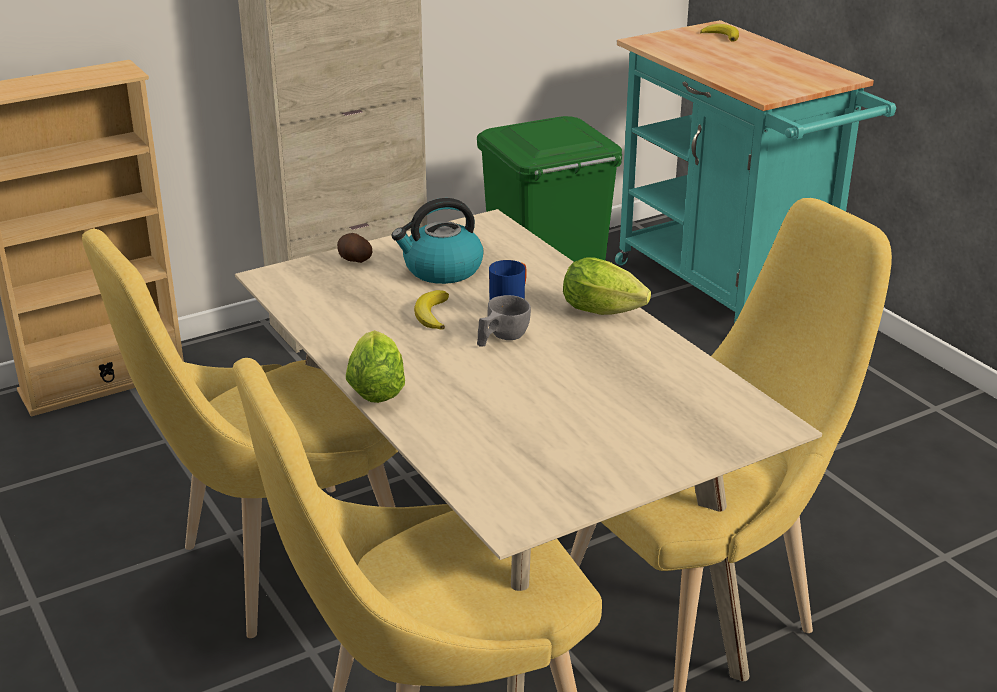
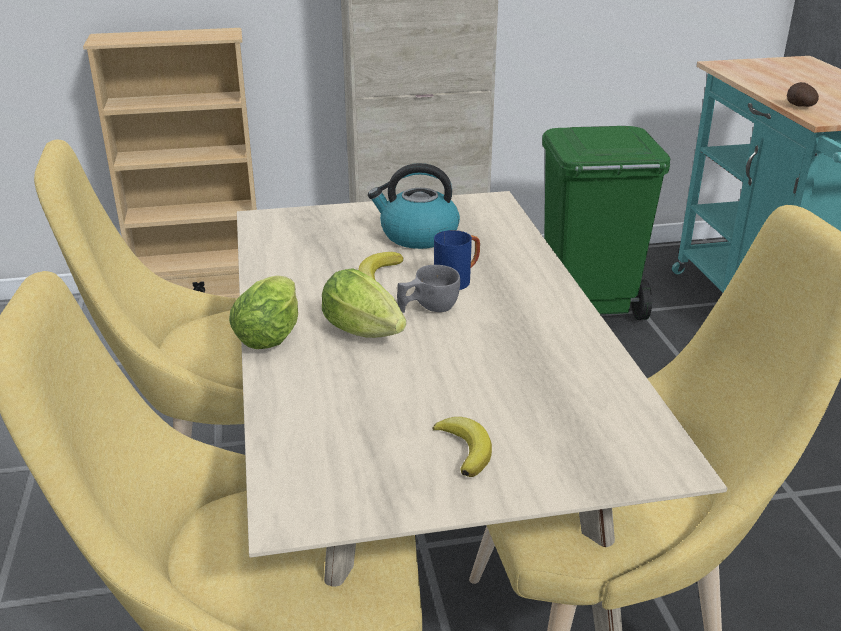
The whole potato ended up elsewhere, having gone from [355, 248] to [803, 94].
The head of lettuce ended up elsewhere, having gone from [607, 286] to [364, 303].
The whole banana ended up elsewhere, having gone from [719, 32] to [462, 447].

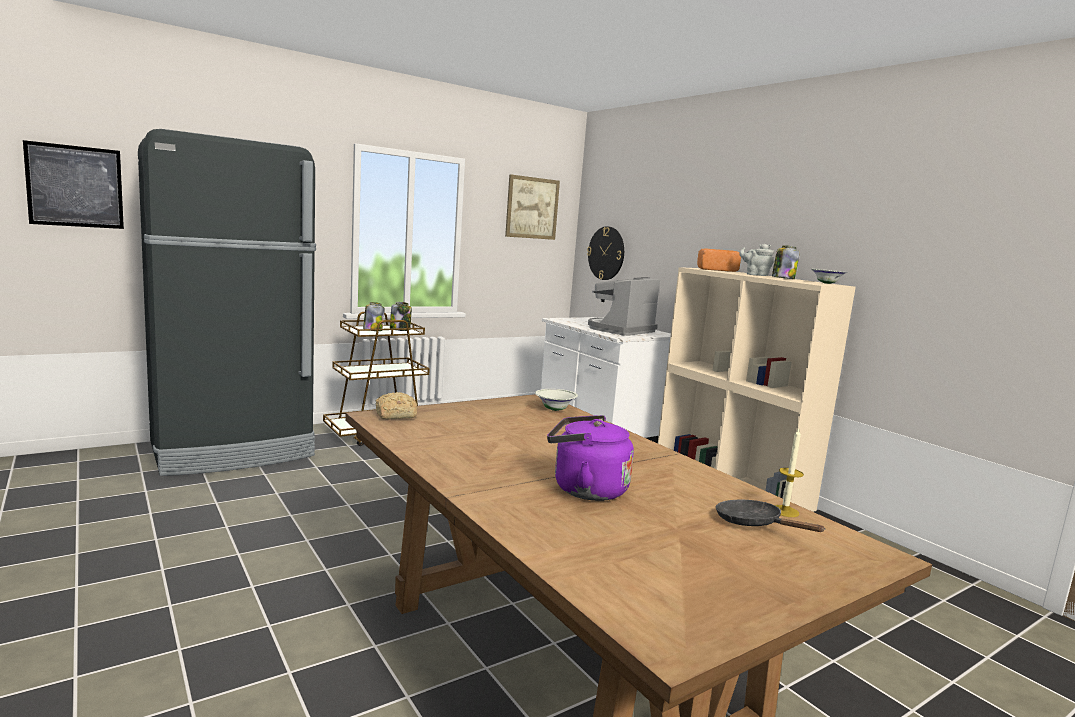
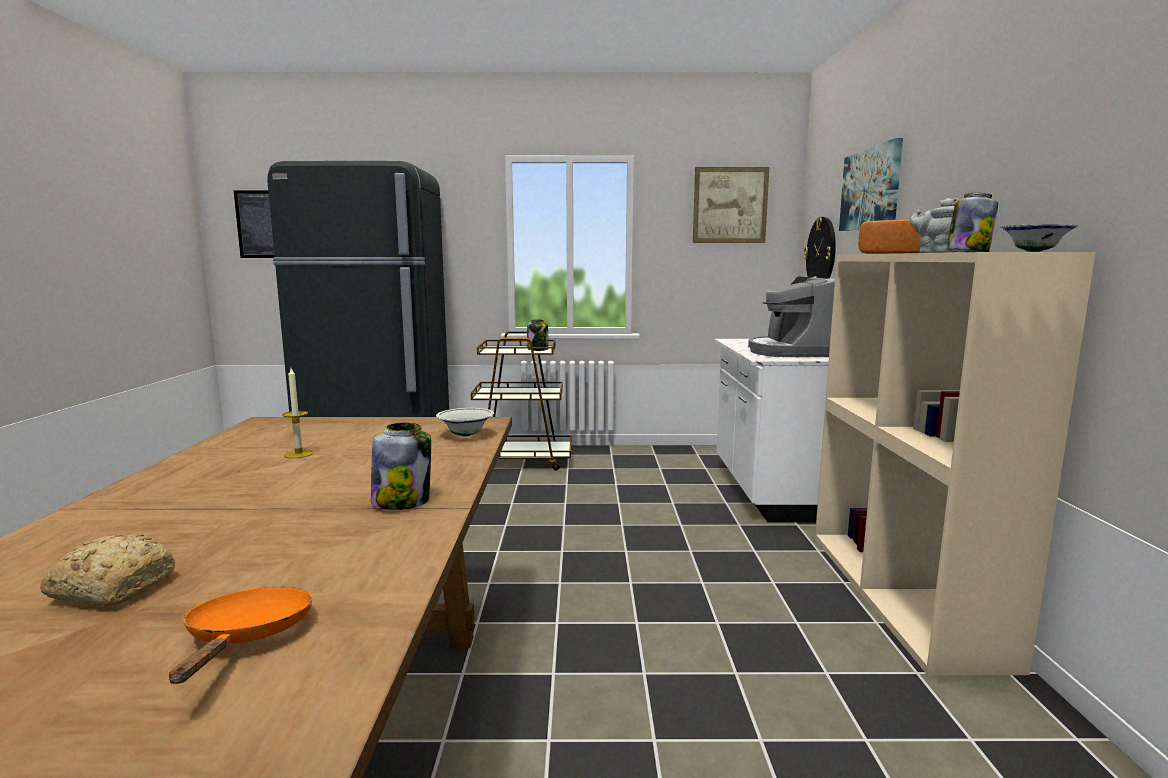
The storage jar ended up elsewhere, having gone from [374, 316] to [401, 466].
The baked bread ended up elsewhere, having gone from [396, 406] to [107, 570].
The second view lost the purple-coloured kettle at [590, 458].
The coffee brewer at [624, 307] ended up facing another way, 75 degrees counterclockwise from before.
What was the black frying pan at [771, 516] turned into the orangey frying pan at [240, 635].
The wax light ended up elsewhere, having gone from [789, 472] to [298, 413].
The second view gained the wall art at [871, 184].

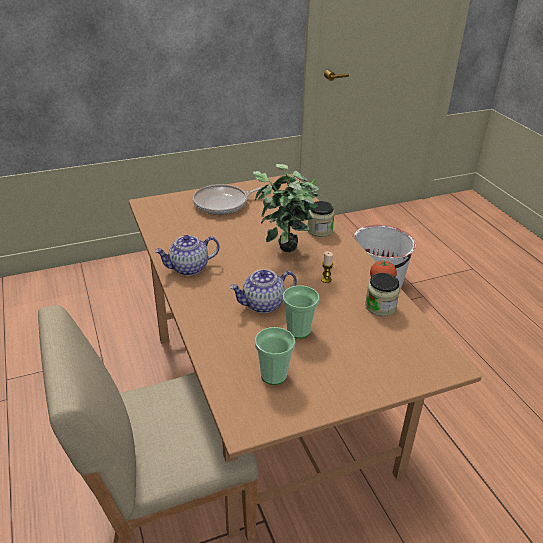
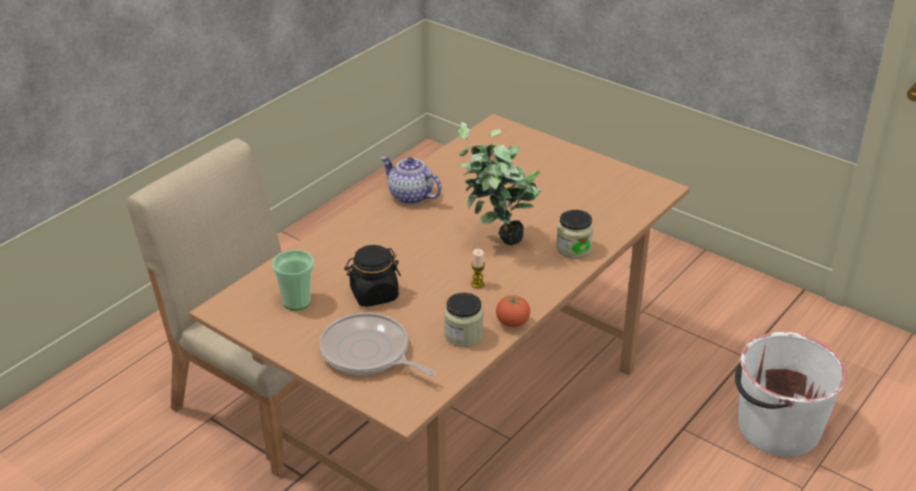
The frying pan ended up elsewhere, having gone from [232, 199] to [377, 344].
The second view lost the pot for tea at [263, 291].
Where the cup stood at [301, 311], the black storage jar came to stand at [372, 276].

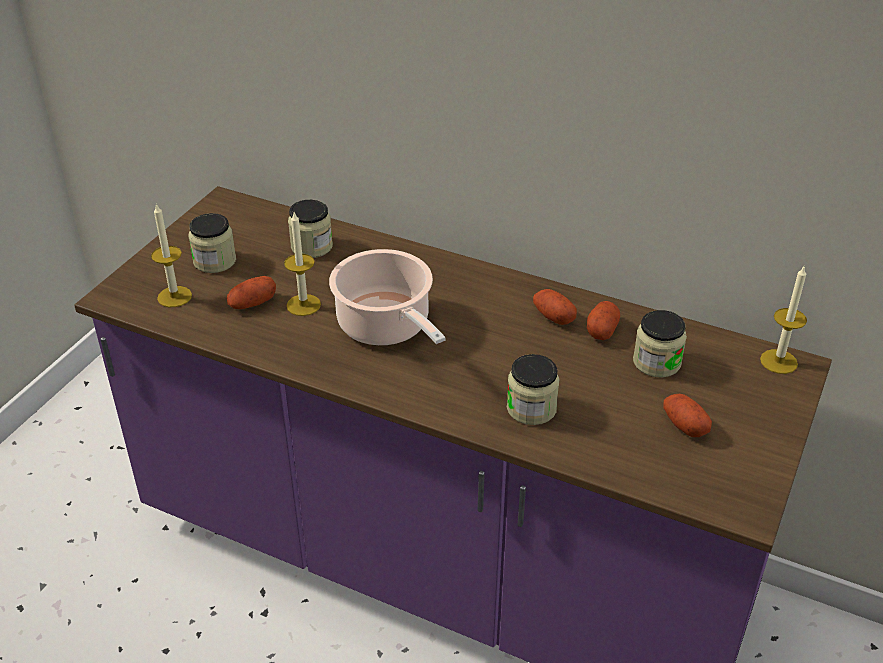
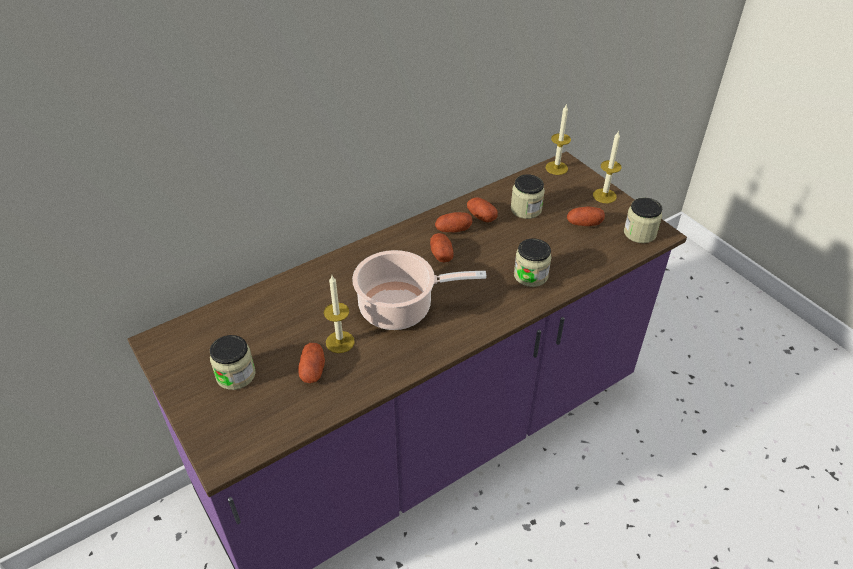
The wax light ended up elsewhere, having gone from [171, 255] to [607, 166].
The storage jar ended up elsewhere, having gone from [310, 229] to [643, 220].
The second view gained the whole potato at [442, 247].

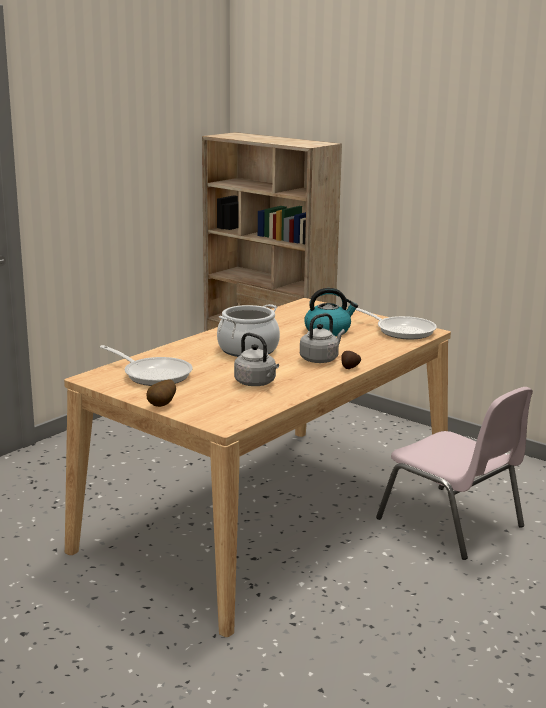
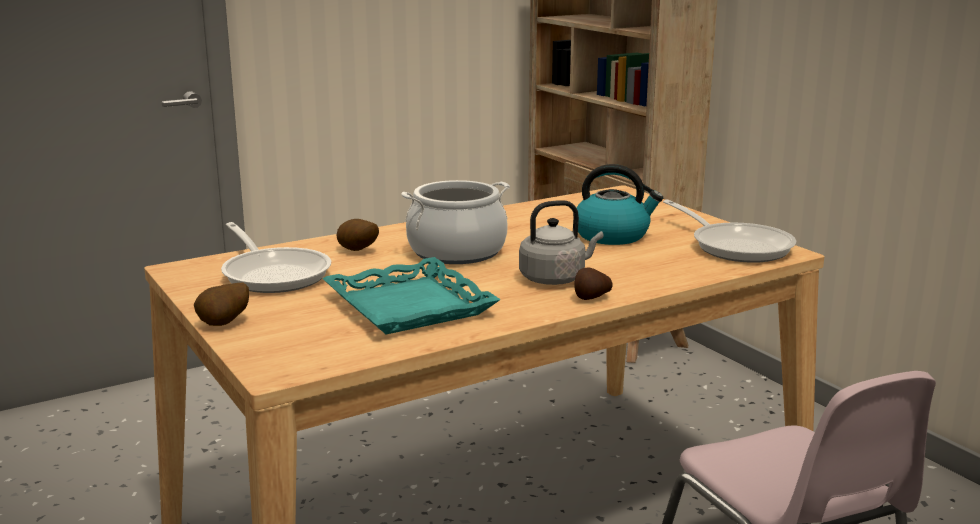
Where the gray kettle stood at [256, 359], the turquoise carrying tray came to stand at [411, 295].
The second view gained the whole potato at [357, 235].

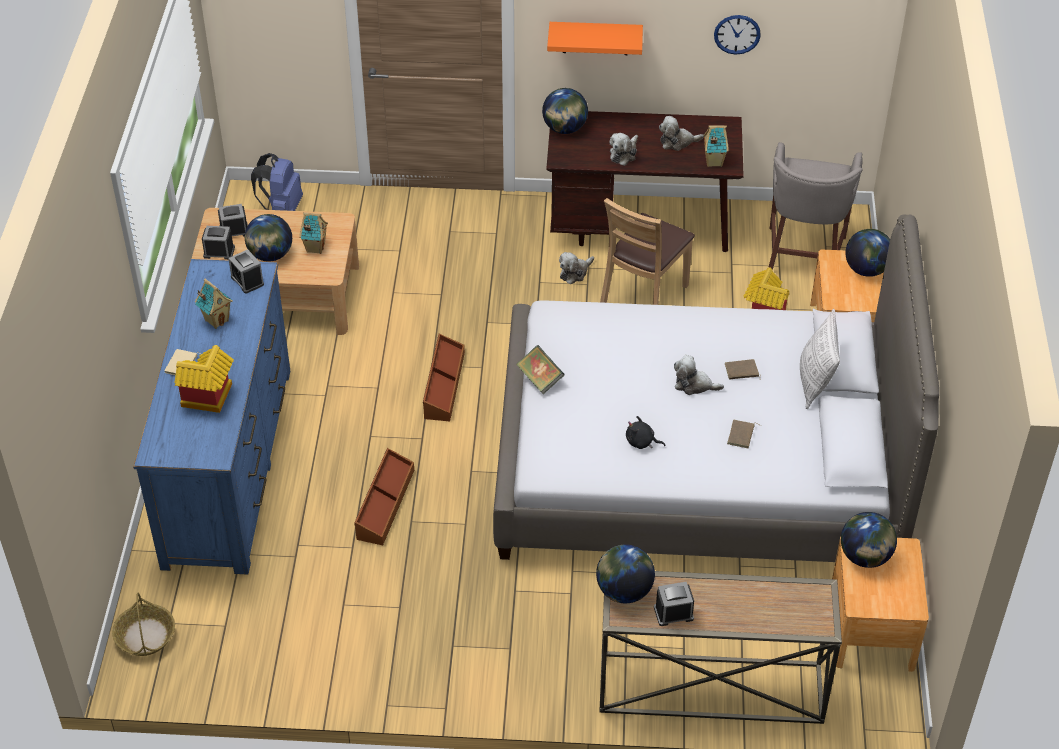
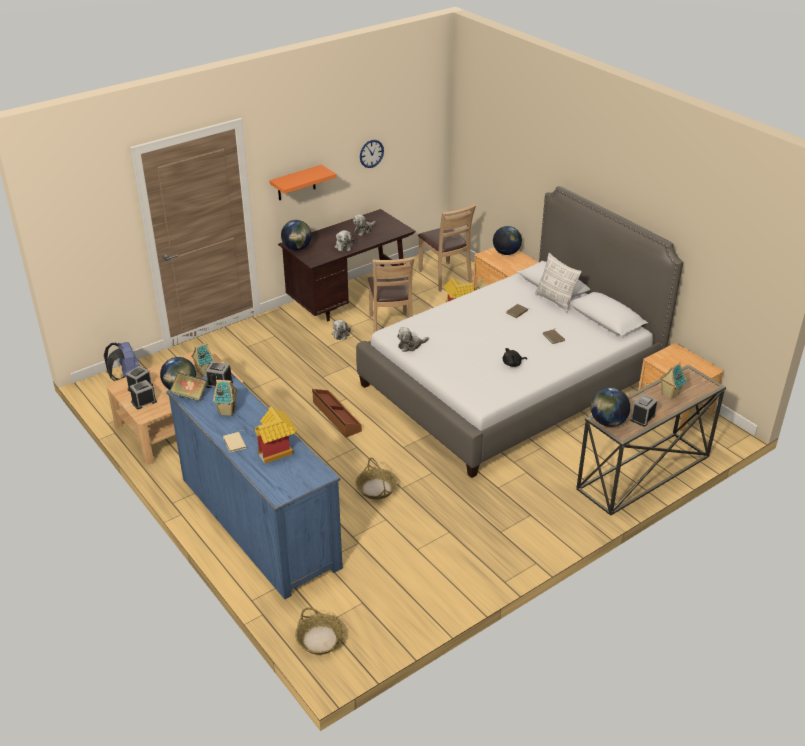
Where the brownish storage bin stood at [384, 496], the household basket came to stand at [377, 478].
The volume ended up elsewhere, having gone from [540, 369] to [189, 387].
The plush toy ended up elsewhere, having gone from [699, 375] to [413, 339].
The miniature house ended up elsewhere, having gone from [716, 146] to [673, 381].
Where the gray sitting stool stood at [815, 206], the brownish plain chair came to stand at [447, 248].
The second view lost the globe at [869, 540].

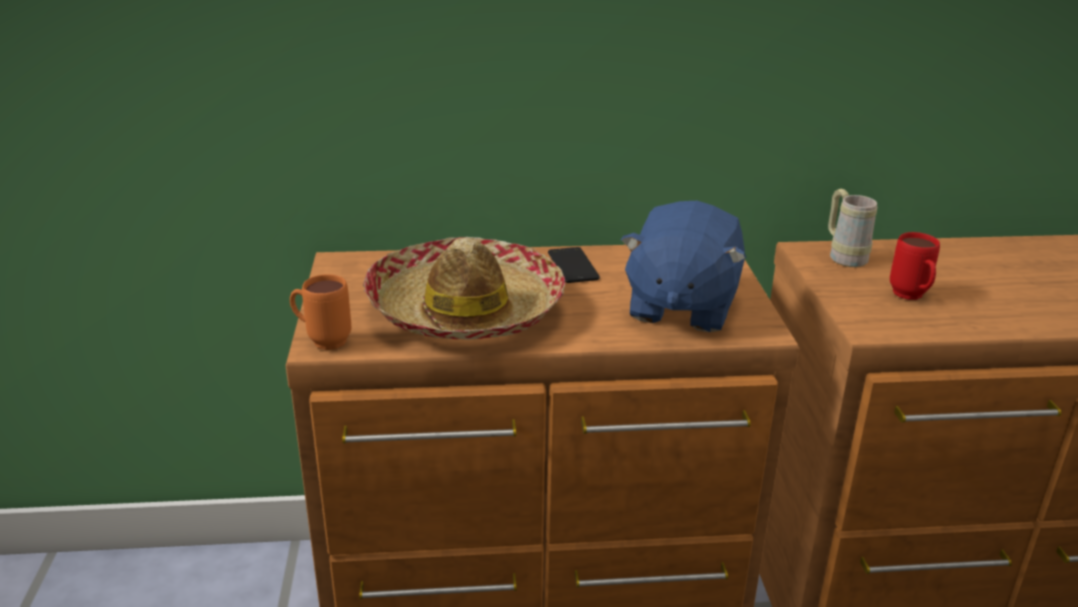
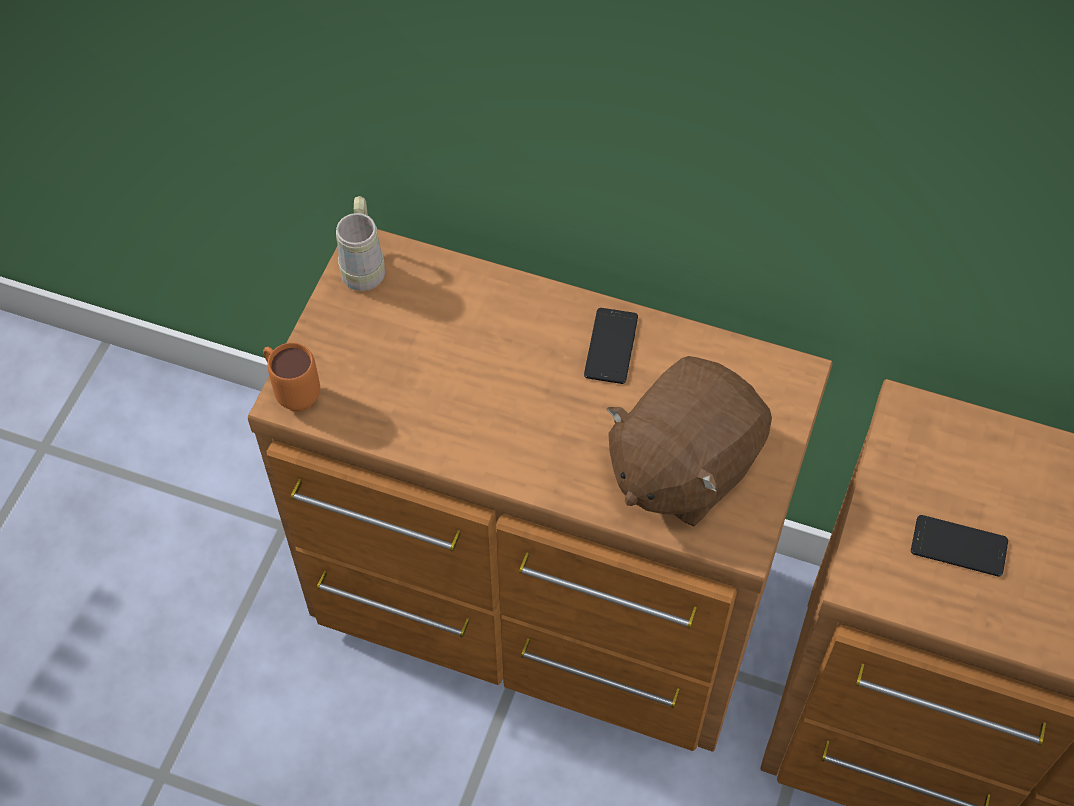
The second view lost the clothing hat at [464, 288].
What was the bluish plush toy at [683, 266] turned into the brownish plush toy at [689, 441].
The beige coffee mug ended up elsewhere, having gone from [852, 228] to [360, 243].
Where the red coffee mug stood at [915, 266], the handset came to stand at [959, 546].

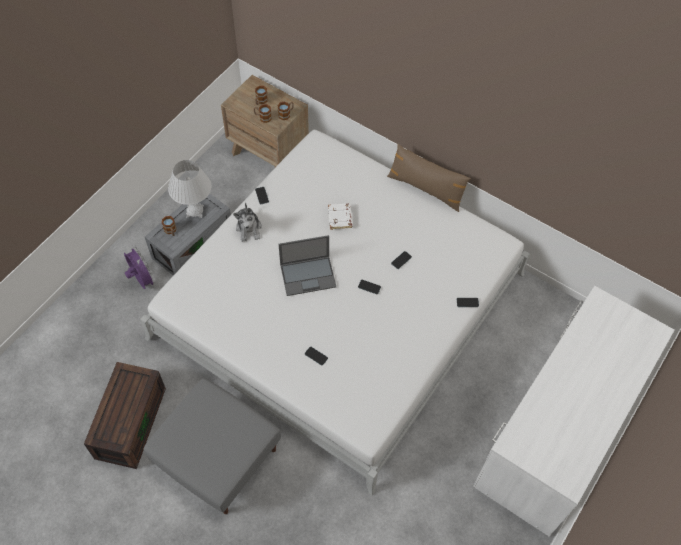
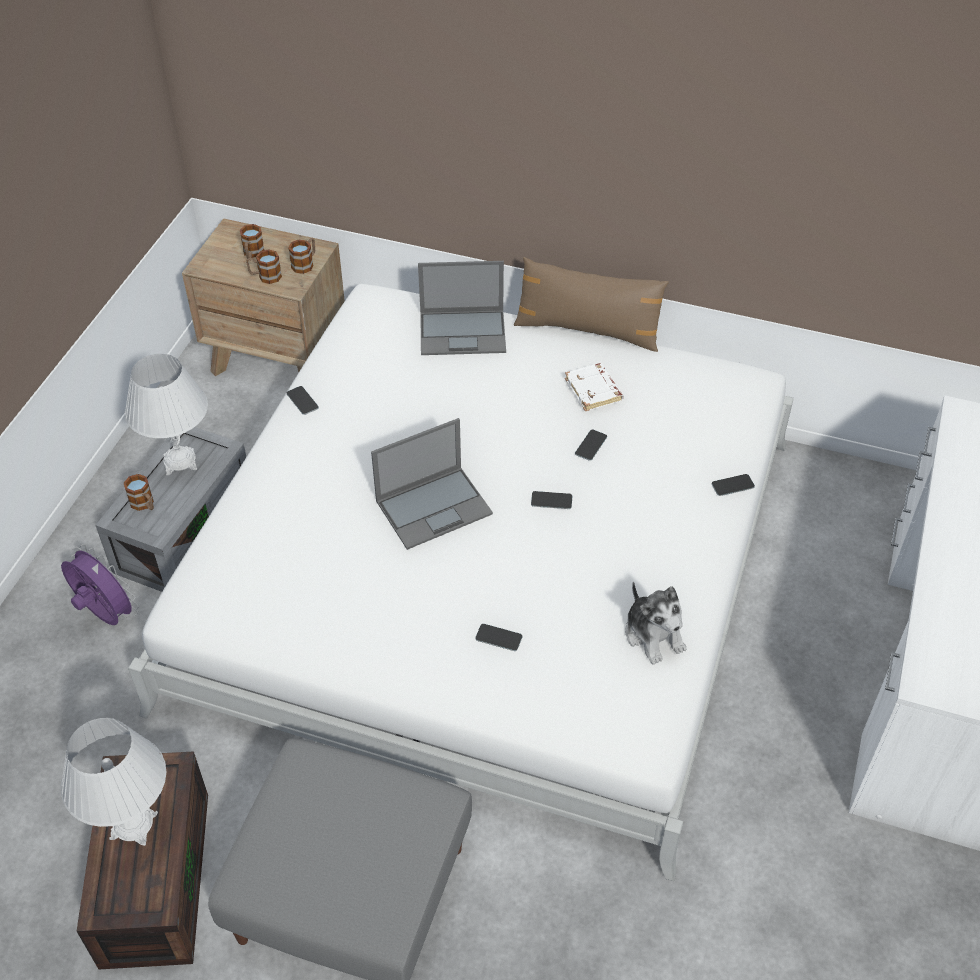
The plush toy ended up elsewhere, having gone from [247, 222] to [655, 623].
The white-coloured volume ended up elsewhere, having gone from [340, 217] to [594, 387].
The second view gained the white-coloured tabletop lamp at [113, 782].
The second view gained the notebook computer at [462, 308].

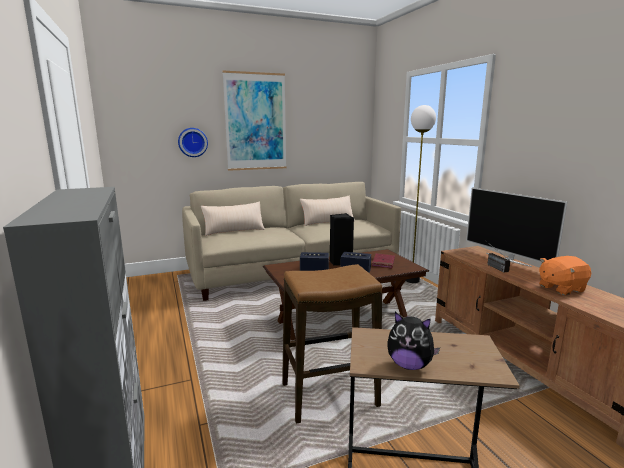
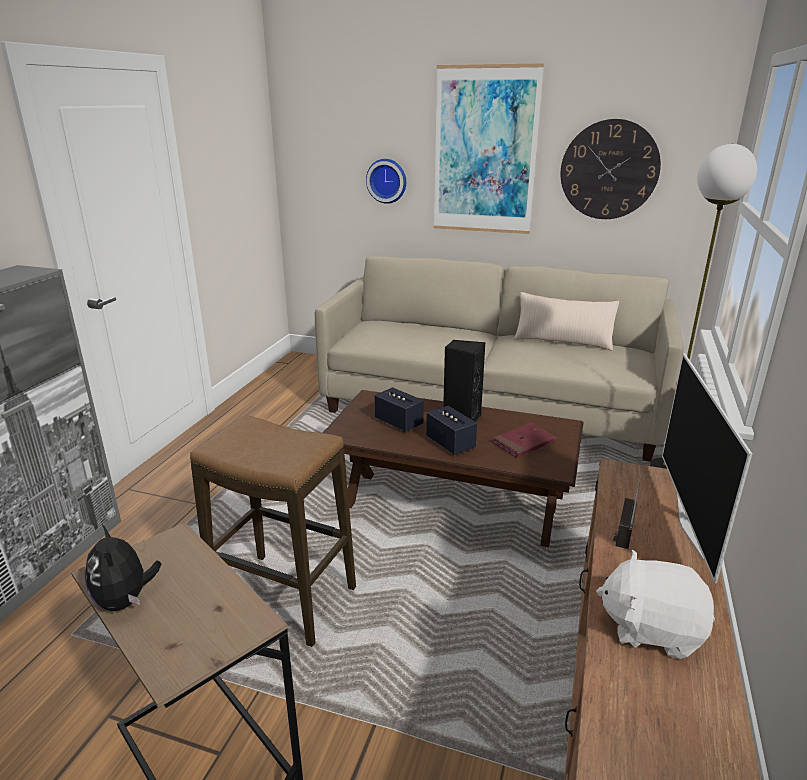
The second view lost the beige cushion at [233, 219].
What was the orangey plush toy at [565, 275] turned into the white-coloured plush toy at [655, 604].
The second view gained the hanging clock at [611, 169].

